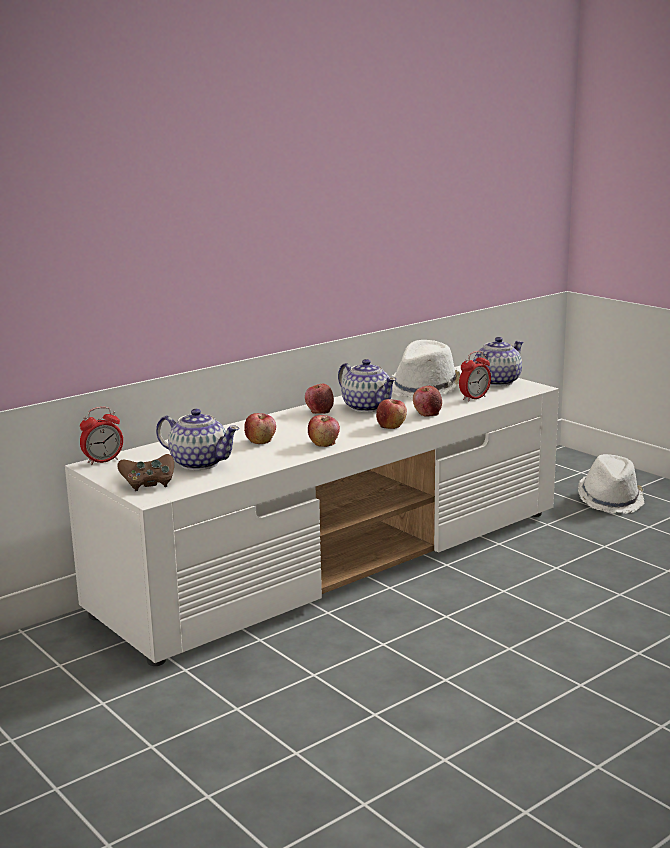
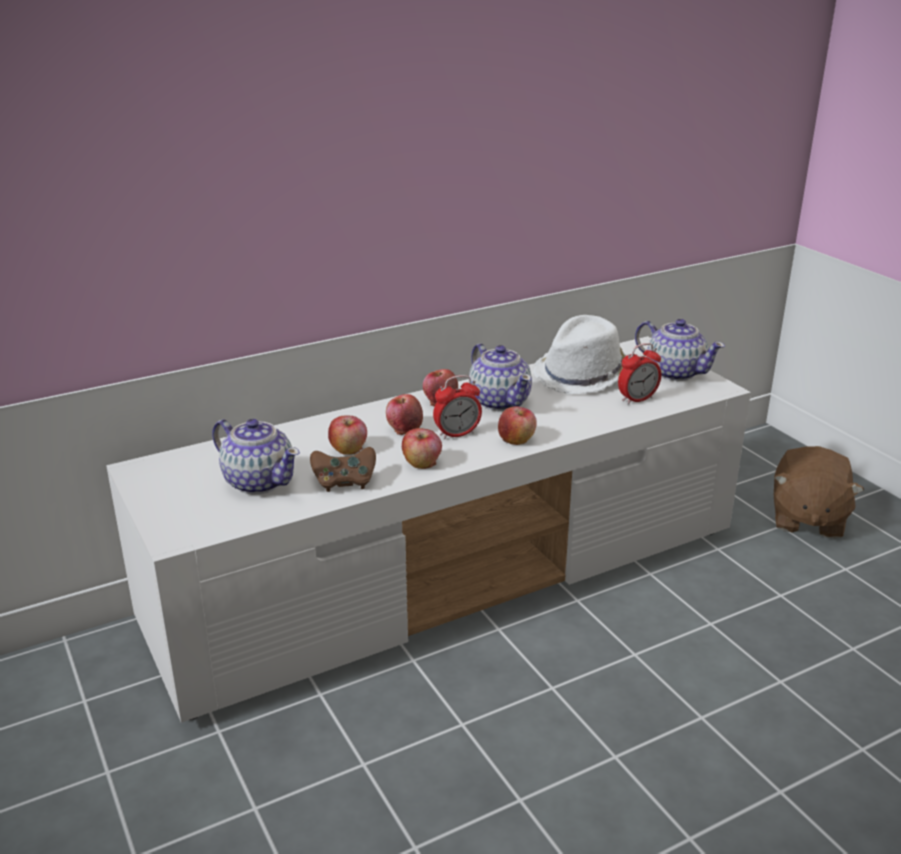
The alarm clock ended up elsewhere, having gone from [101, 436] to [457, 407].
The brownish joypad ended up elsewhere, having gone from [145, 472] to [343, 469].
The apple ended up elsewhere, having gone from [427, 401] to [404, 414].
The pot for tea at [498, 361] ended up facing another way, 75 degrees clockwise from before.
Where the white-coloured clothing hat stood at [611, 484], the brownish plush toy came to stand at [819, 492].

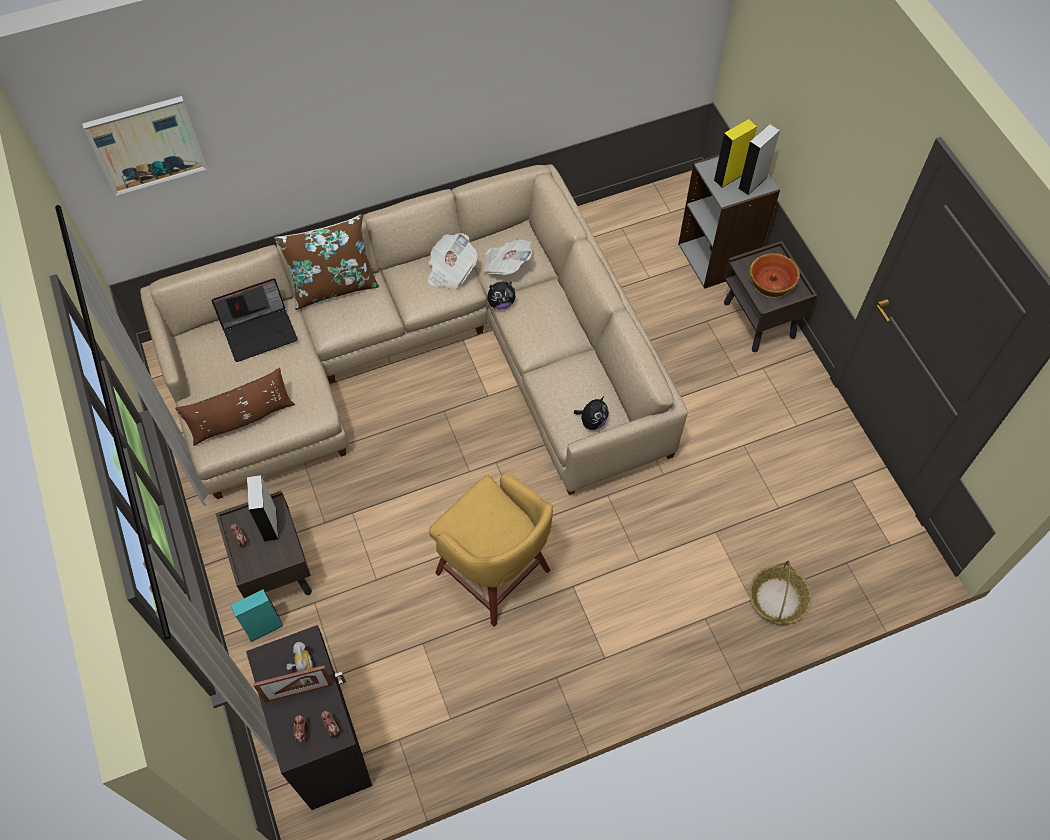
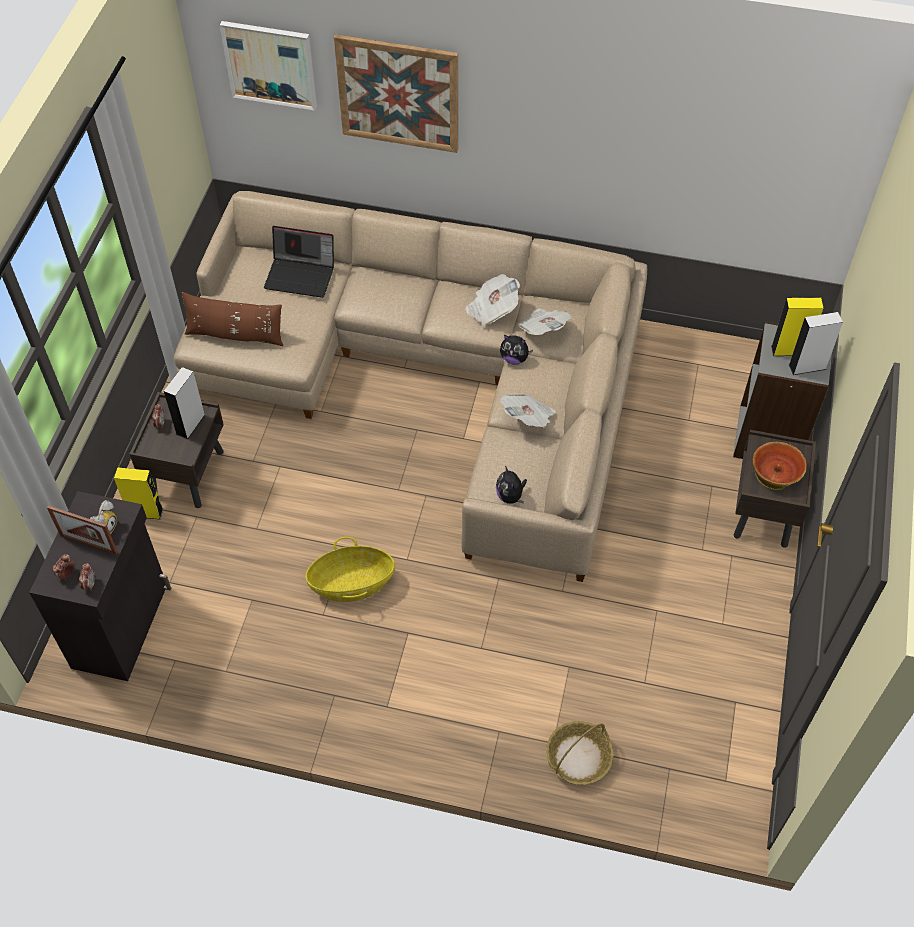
What was the turquoise speaker at [257, 615] turned into the yellowish speaker at [138, 493].
The second view lost the brownish cushion at [326, 262].
Where the yellowish sitting stool stood at [491, 550], the household basket came to stand at [350, 569].
The plush toy at [591, 413] ended up facing another way, 90 degrees clockwise from before.
The second view gained the wall art at [396, 93].
The second view gained the daily paper at [528, 410].

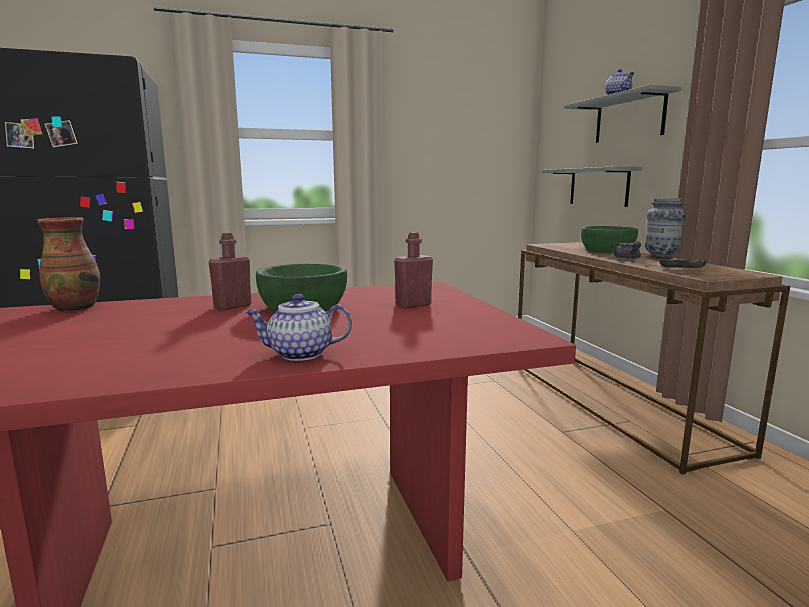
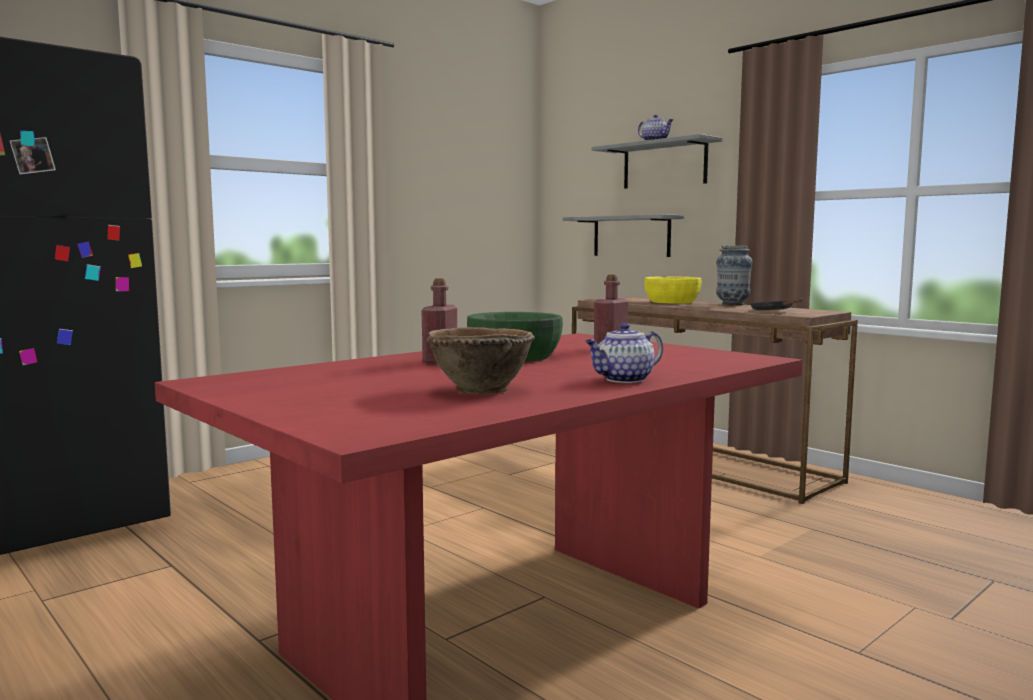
The second view lost the vase at [68, 264].
What was the greenish bowl at [609, 239] turned into the yellowish bowl at [672, 290].
The second view lost the gray pot for tea at [626, 250].
The second view gained the brownish bowl at [480, 360].

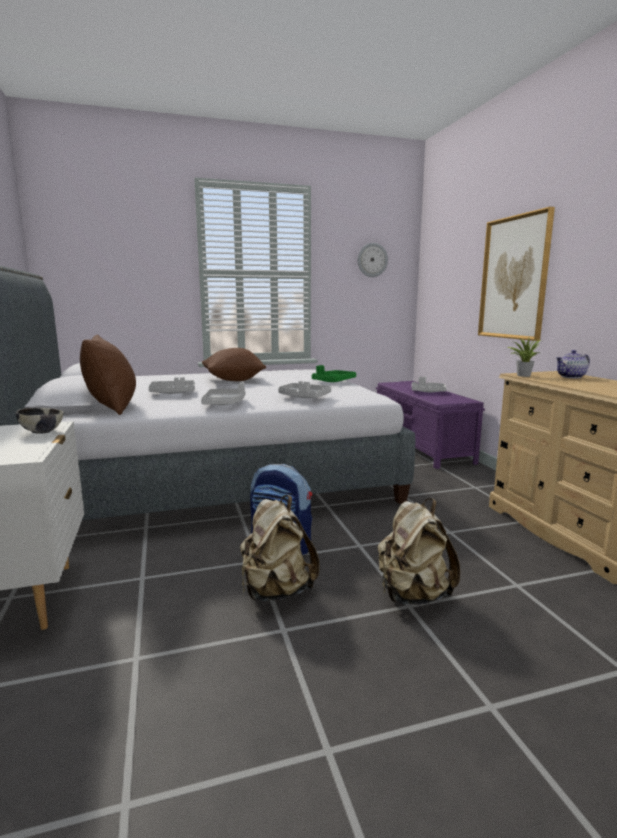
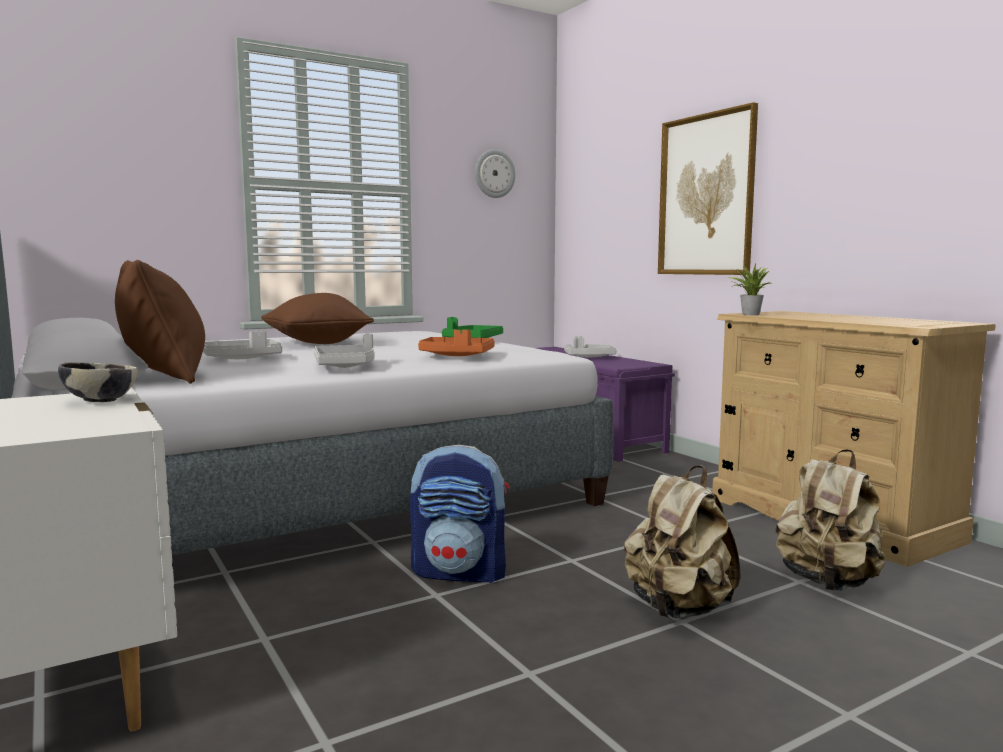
The beige backpack ended up elsewhere, having gone from [280, 548] to [831, 520].
What was the gray carrying tray at [304, 389] turned into the orangey carrying tray at [456, 342].
The second view lost the pot for tea at [573, 364].

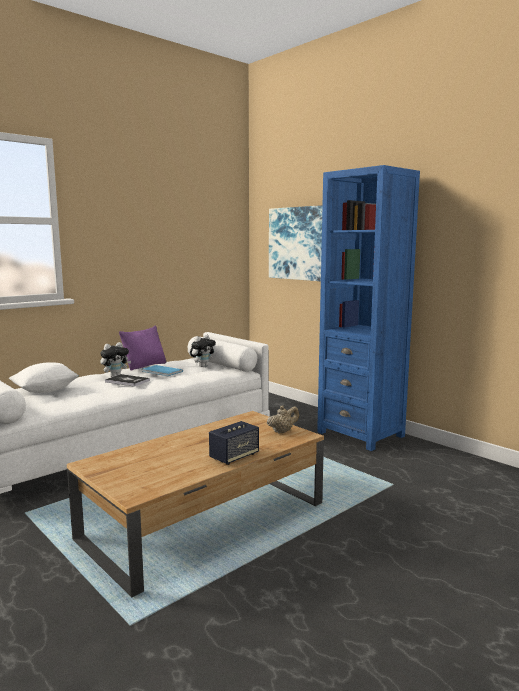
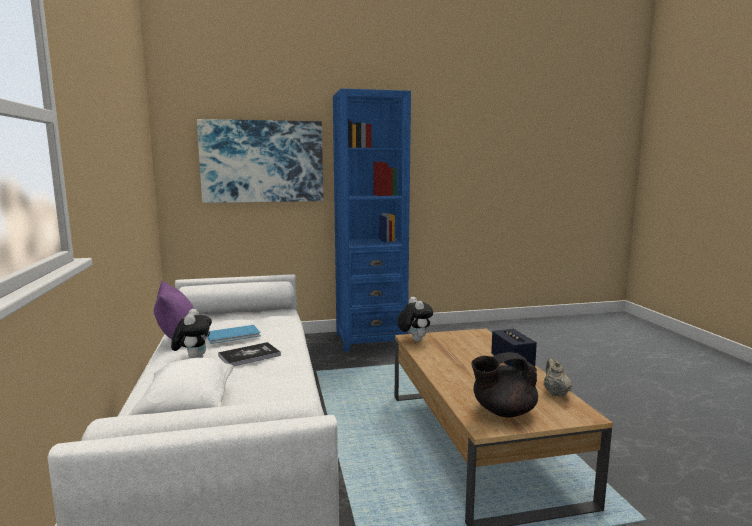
The plush toy ended up elsewhere, having gone from [203, 351] to [415, 319].
The beige pot for tea ended up elsewhere, having gone from [283, 420] to [558, 377].
The second view gained the black pot for tea at [505, 384].

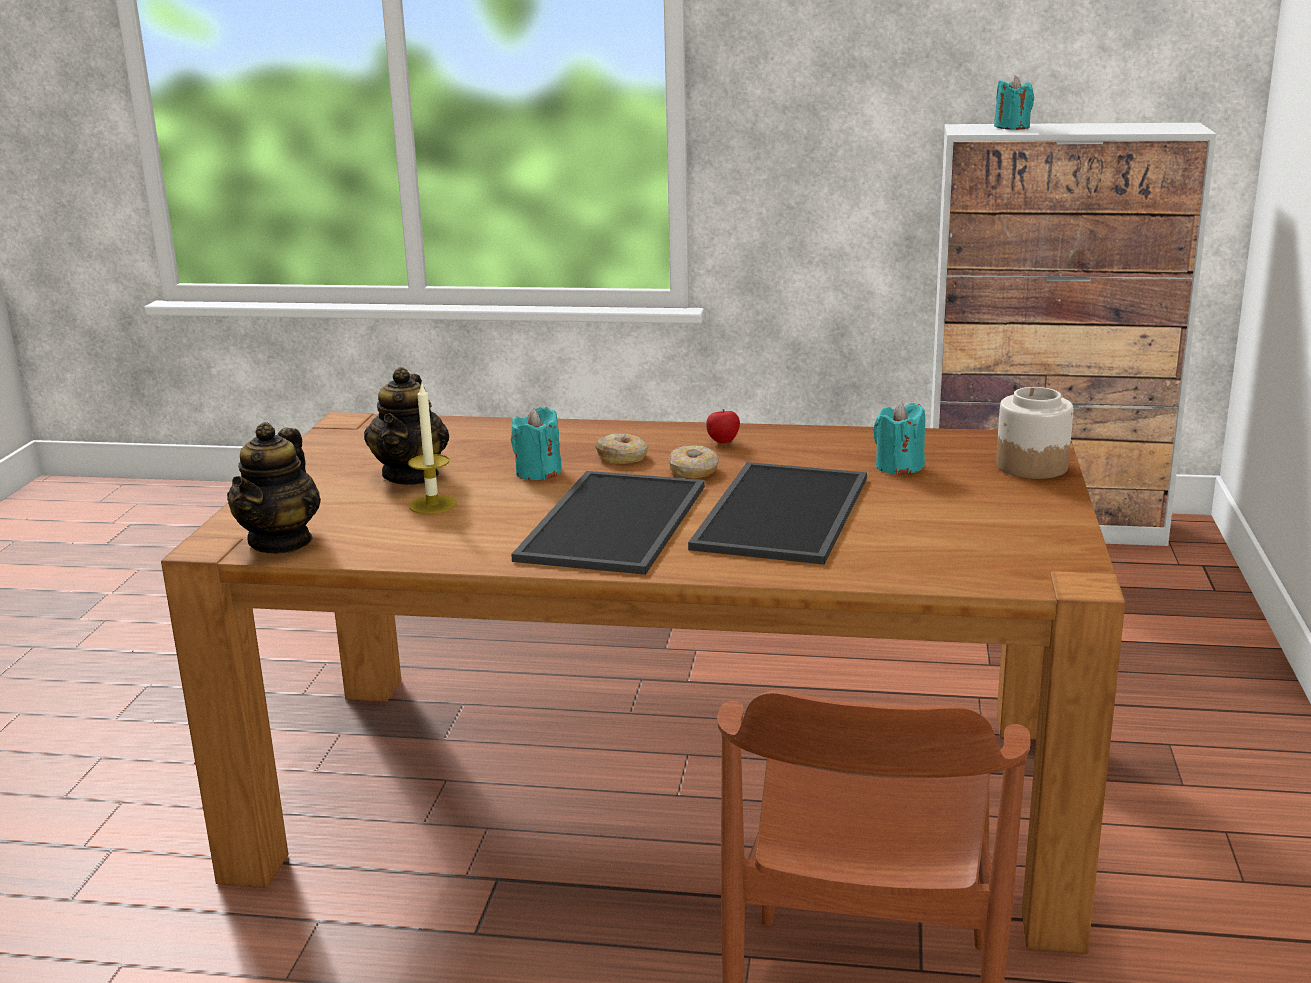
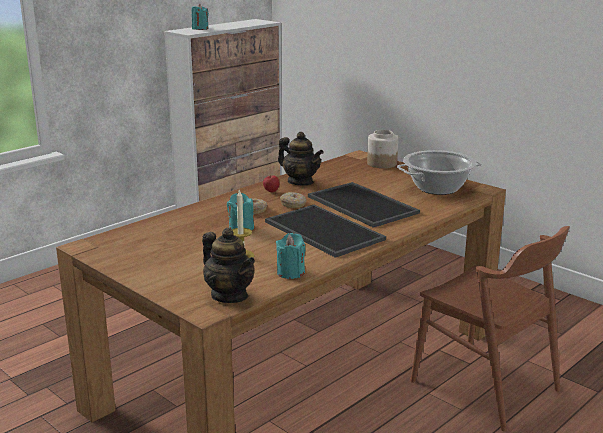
The pot for tea ended up elsewhere, having gone from [406, 426] to [301, 158].
The turquoise wax light ended up elsewhere, having gone from [899, 438] to [290, 256].
The second view gained the stockpot at [439, 172].

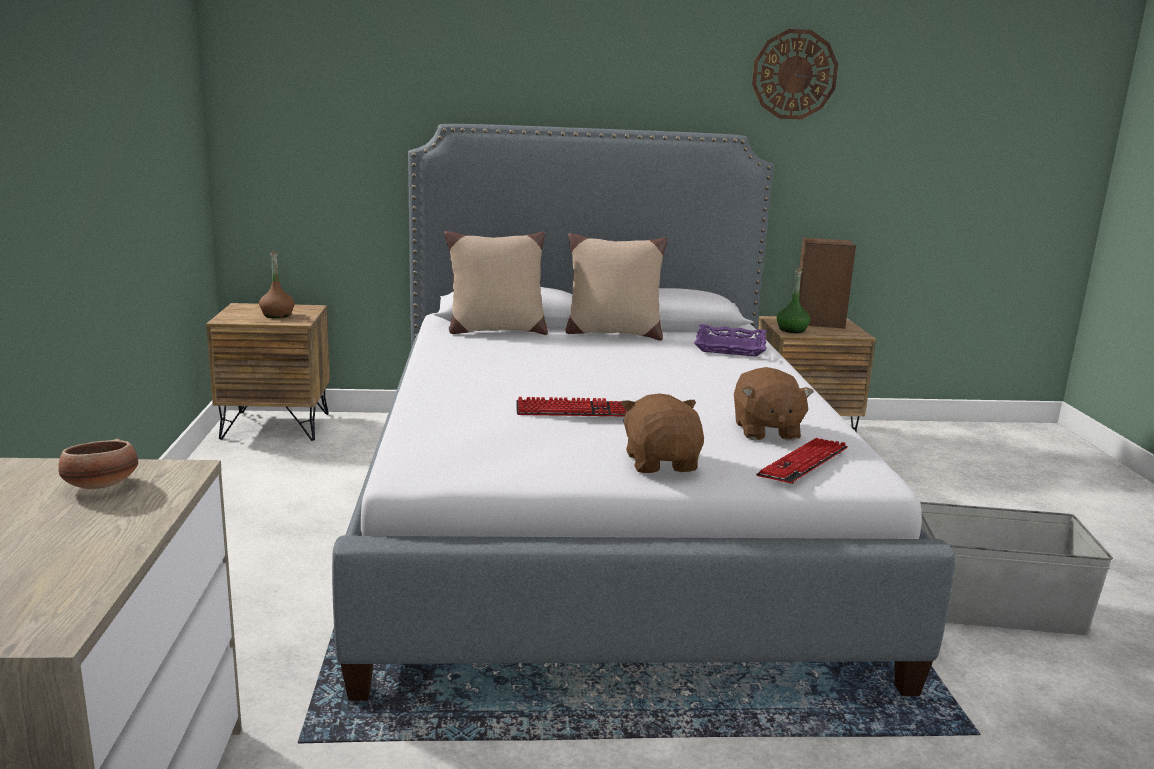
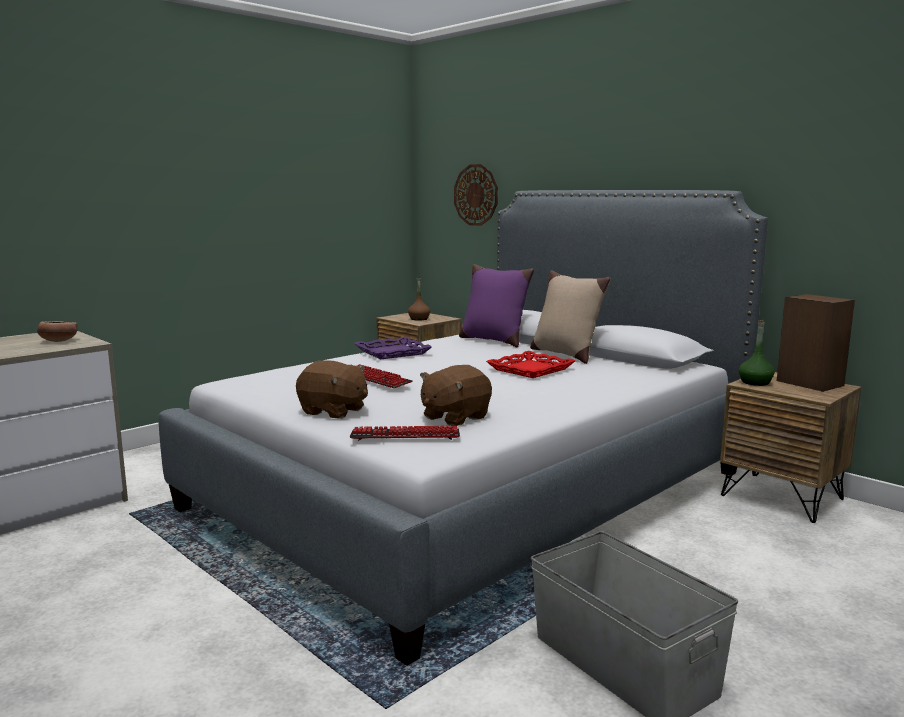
What was the beige cushion at [496, 283] turned into the purple-coloured cushion at [496, 305].
The brownish plush toy at [662, 433] ended up facing another way, 75 degrees clockwise from before.
The purple-coloured carrying tray ended up elsewhere, having gone from [730, 340] to [393, 348].
The hanging clock ended up elsewhere, having gone from [795, 74] to [476, 195].
The second view gained the red carrying tray at [531, 364].

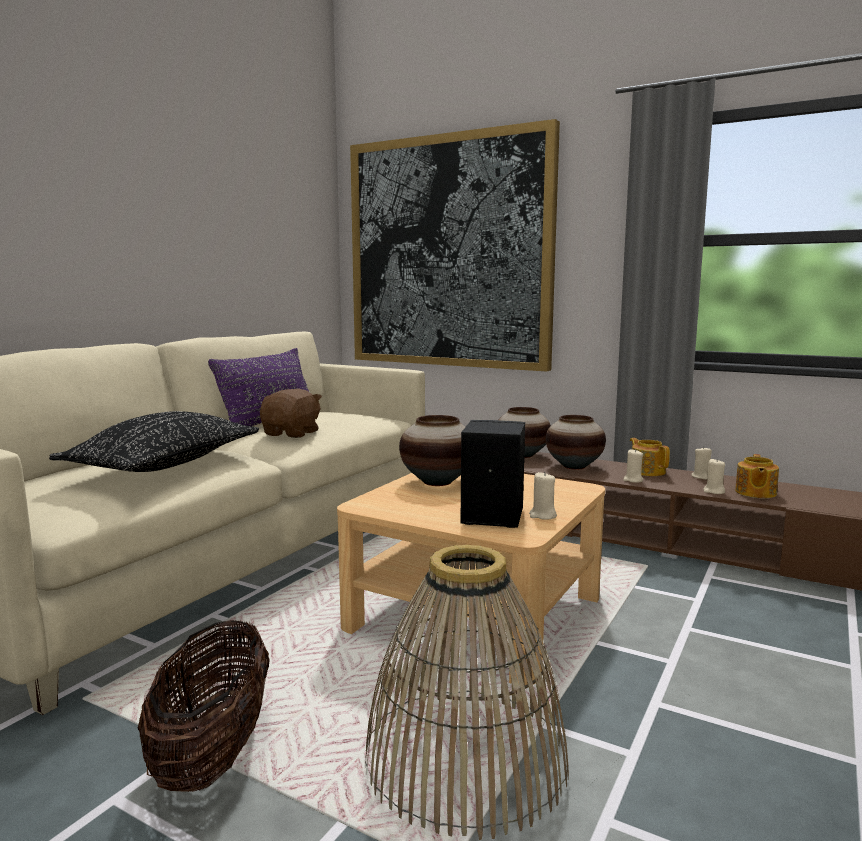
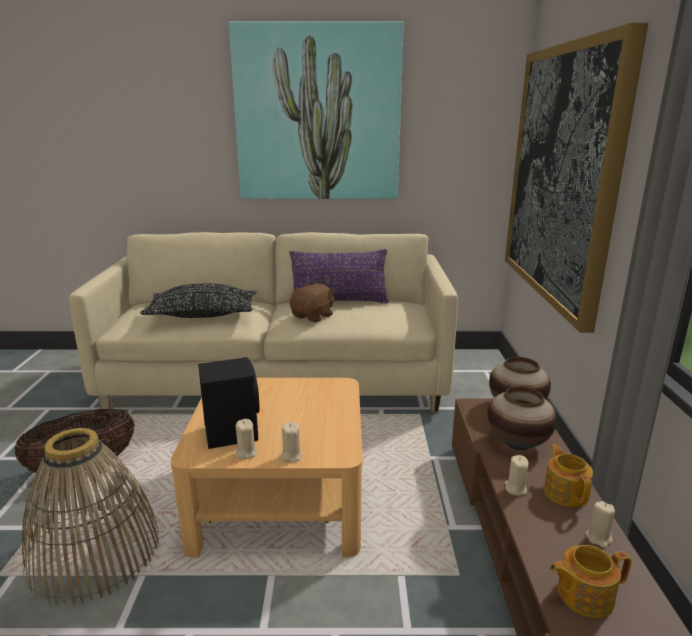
The brownish plush toy at [291, 413] ended up facing another way, 45 degrees counterclockwise from before.
The second view lost the vase at [432, 450].
The pot for tea at [650, 457] ended up facing another way, 45 degrees counterclockwise from before.
The beige wax light ended up elsewhere, having gone from [714, 476] to [291, 442].
The second view gained the wall art at [316, 110].

